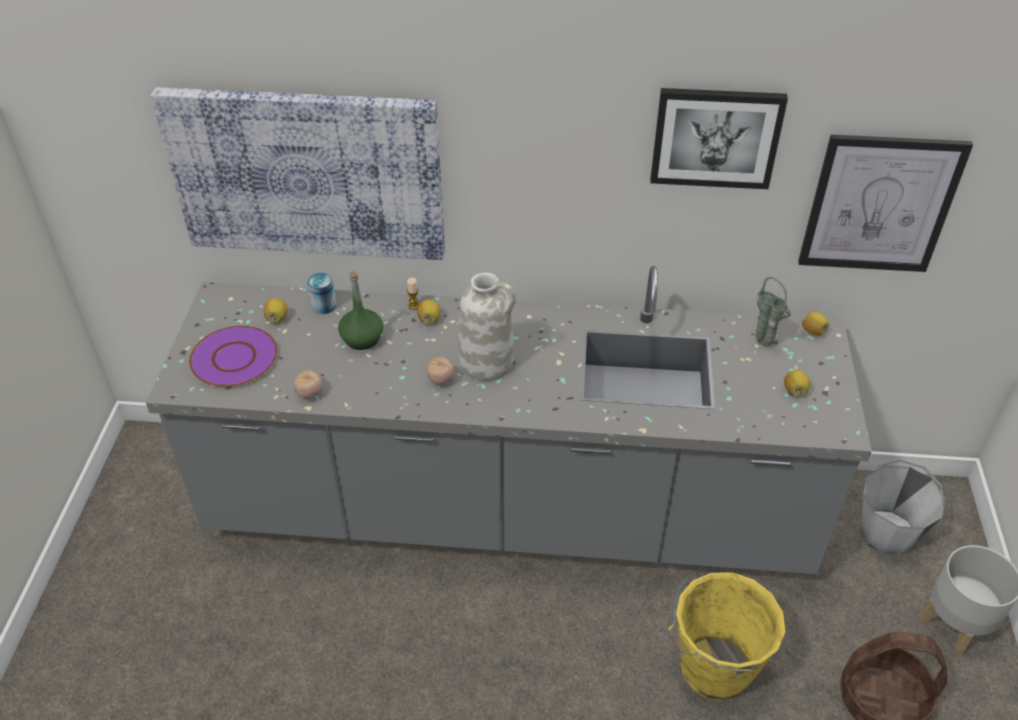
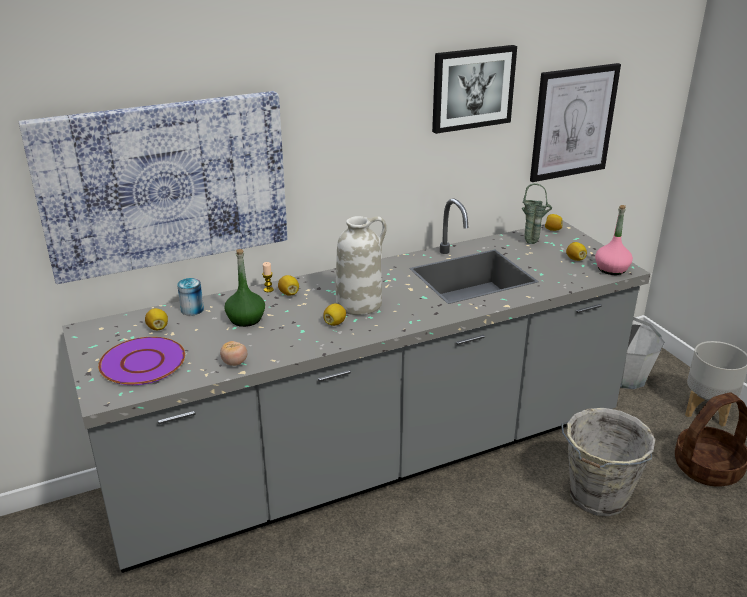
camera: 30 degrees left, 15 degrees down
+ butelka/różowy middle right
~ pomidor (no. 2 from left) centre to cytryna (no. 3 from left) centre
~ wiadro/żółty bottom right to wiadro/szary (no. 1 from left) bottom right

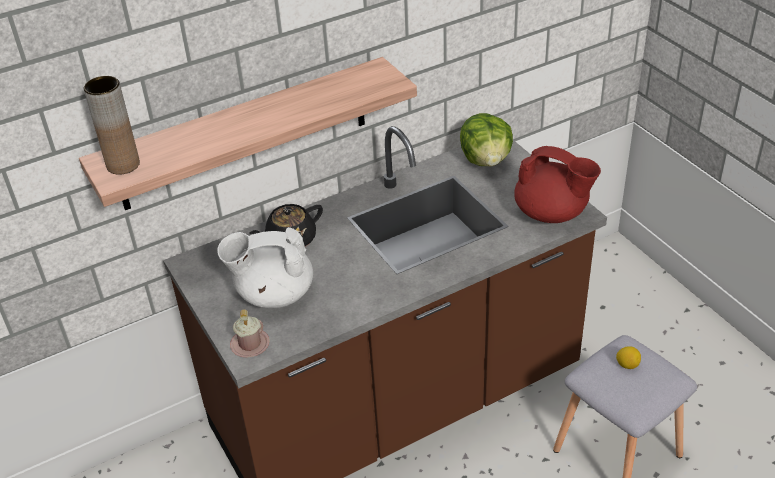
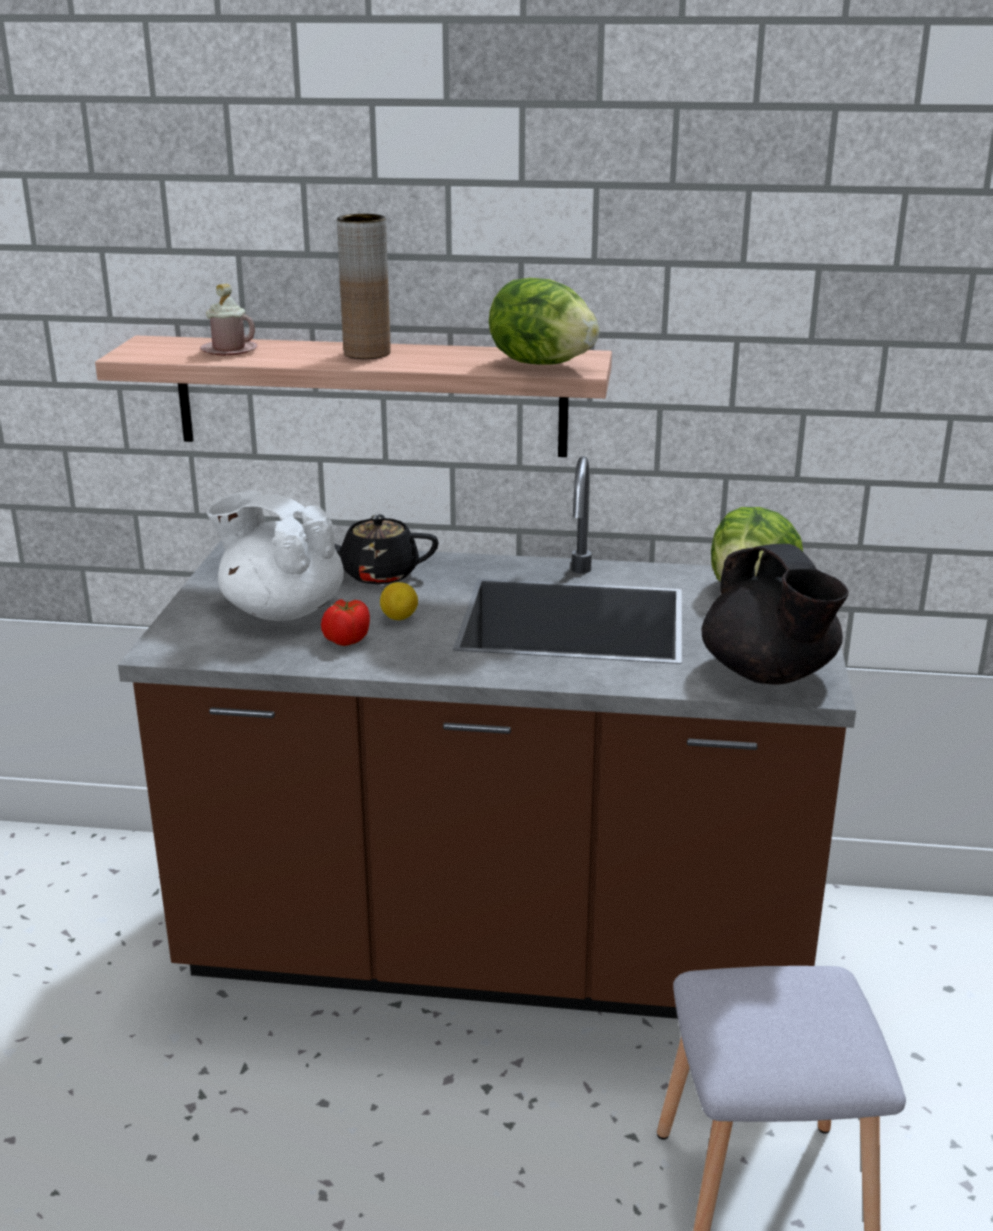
camera: 35 degrees right, 15 degrees down
+ pomidor centre
+ sałata (no. 1 from left) top centre
~ wazon/brązowy top left to top centre
~ kubek/różowy bottom left to top left
~ cytryna bottom right to centre
~ imbryk/czerwony middle right to imbryk/czarny (no. 2 from left) middle right

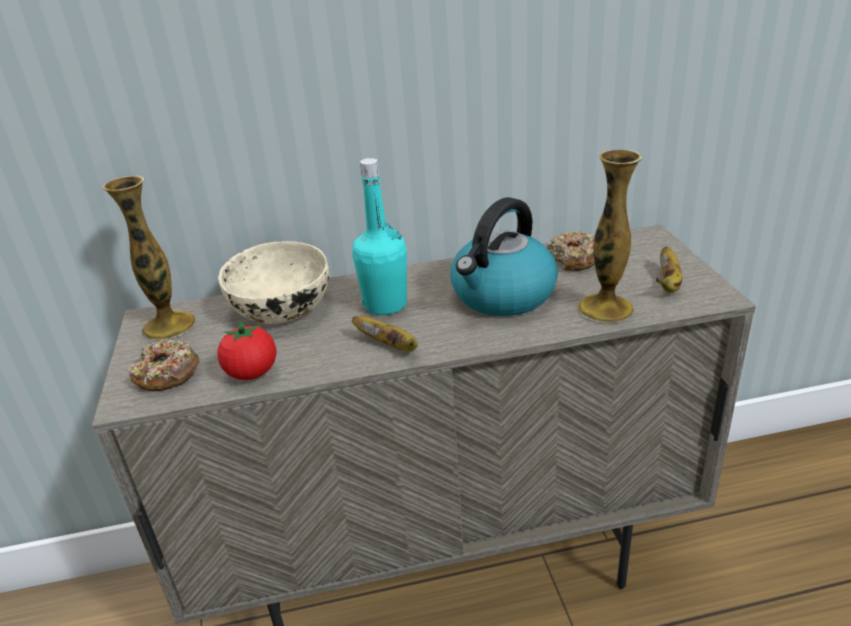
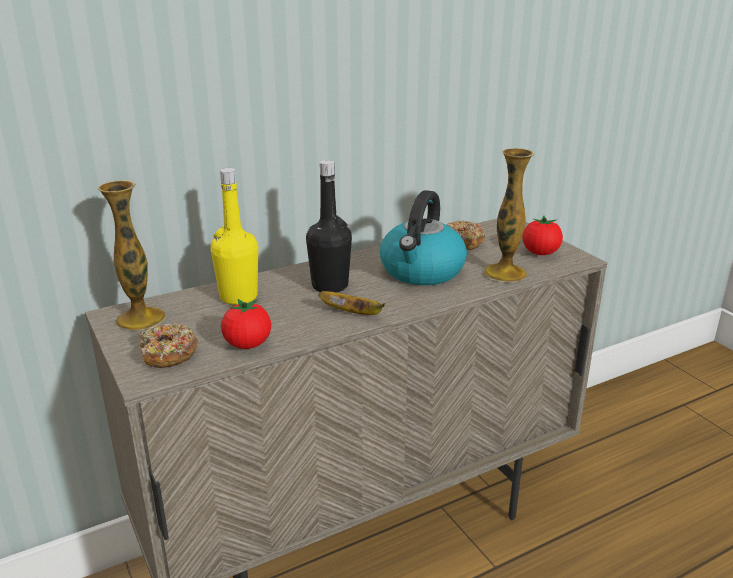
camera: 20 degrees left, 5 degrees down
~ miska/beżowy middle left to butelka/żółty middle left
~ banan (no. 2 from left) middle right to pomidor (no. 2 from left) middle right
~ butelka/turkusowy centre to butelka/czarny centre

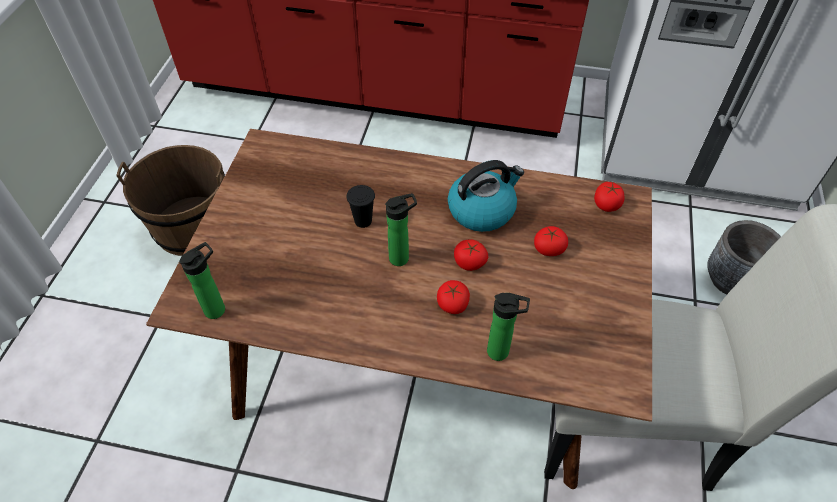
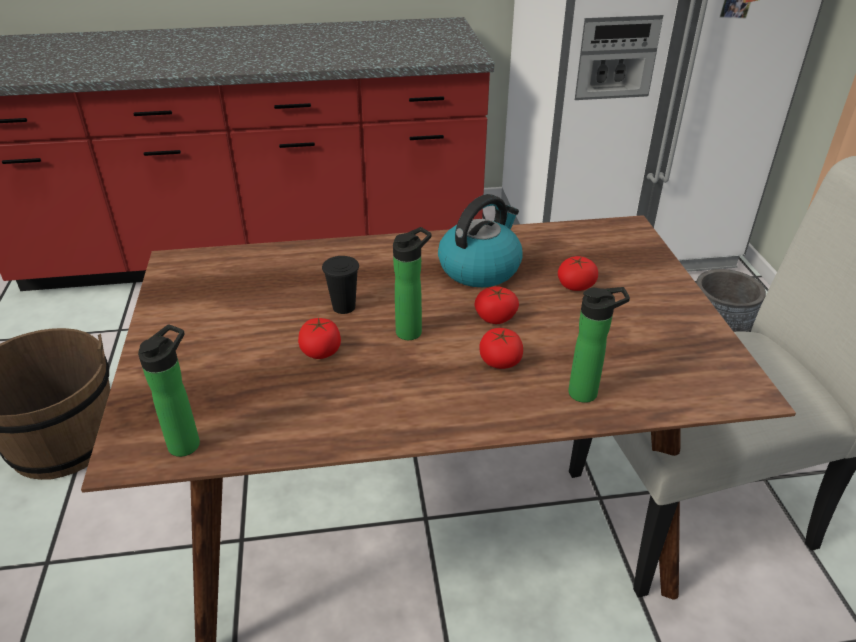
camera: 20 degrees left, 15 degrees down
~ pomidor (no. 4 from left in the first image) middle right to pomidor (no. 1 from left) centre

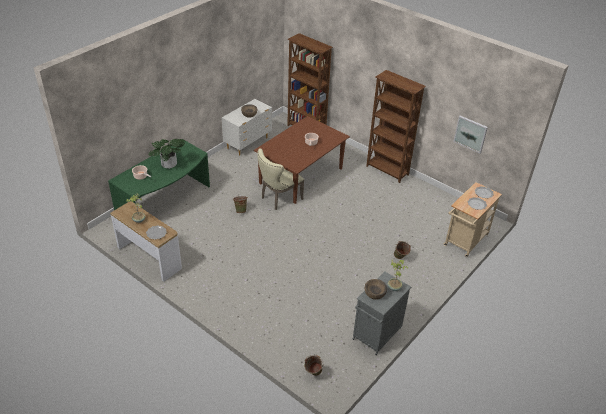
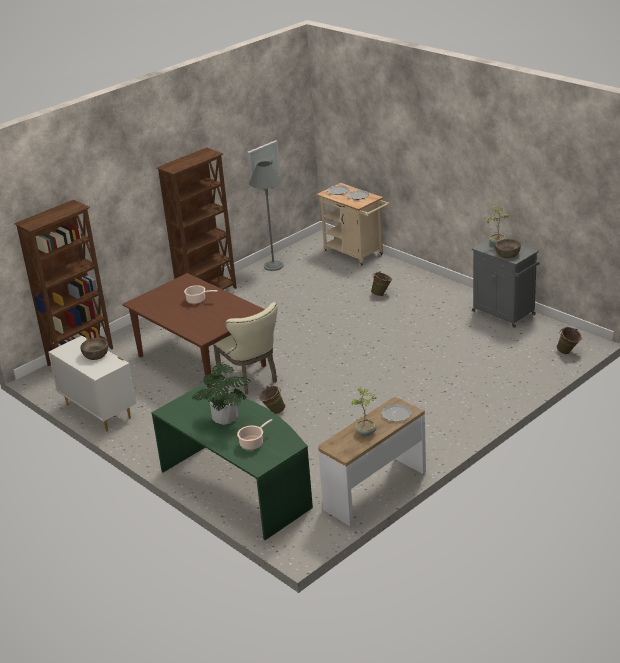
camera: 80 degrees left, 10 degrees down
+ lampa stojąca/szary top centre

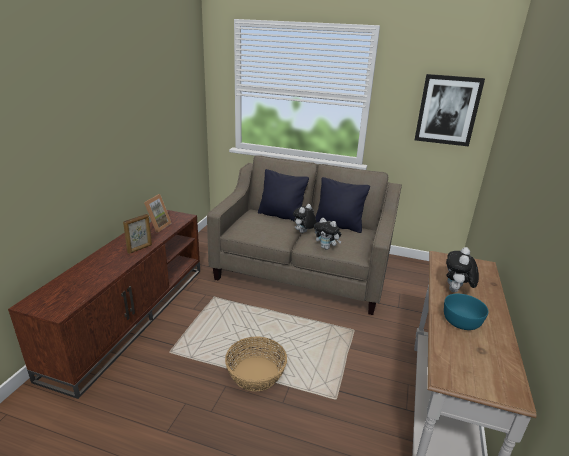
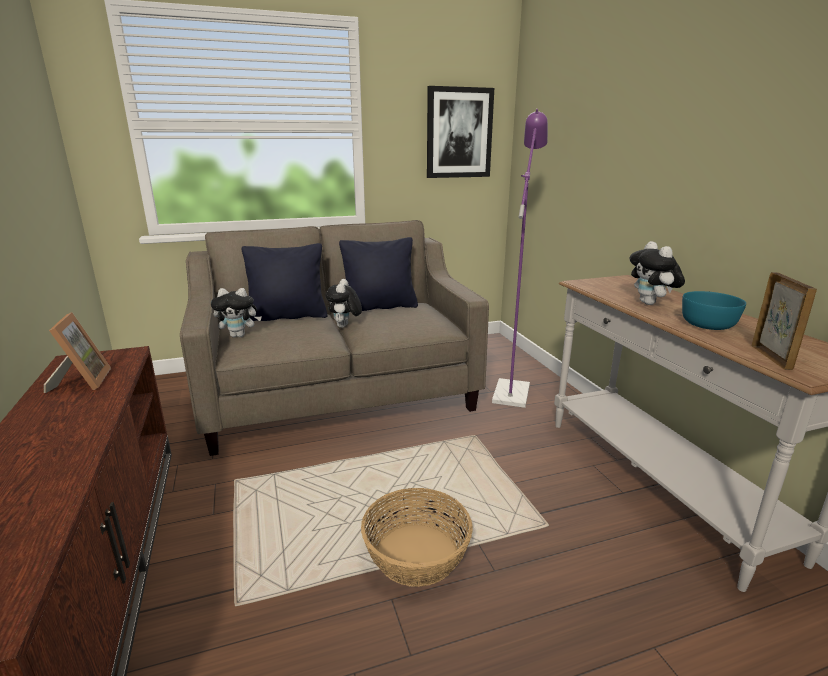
camera: 35 degrees left, 5 degrees down
+ lampa stojąca/fioletowy centre
~ ramka na zdjęcie (no. 1 from left in the first image) middle left to ramka na zdjęcie (no. 2 from left) middle right
~ pluszak (no. 2 from left in the first image) centre to pluszak (no. 1 from left) middle left

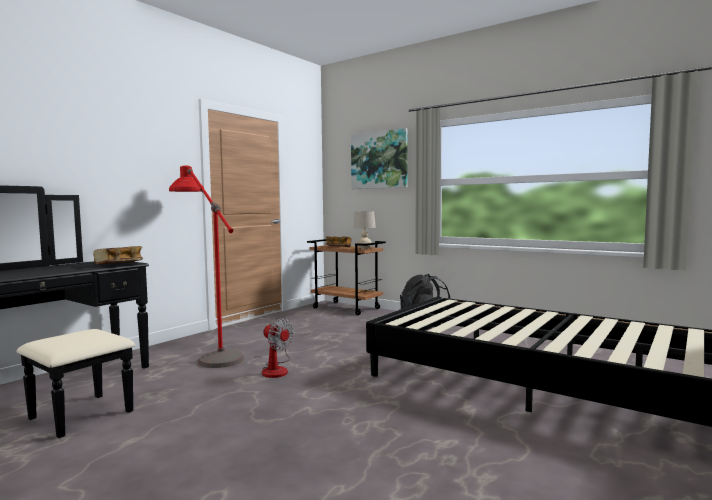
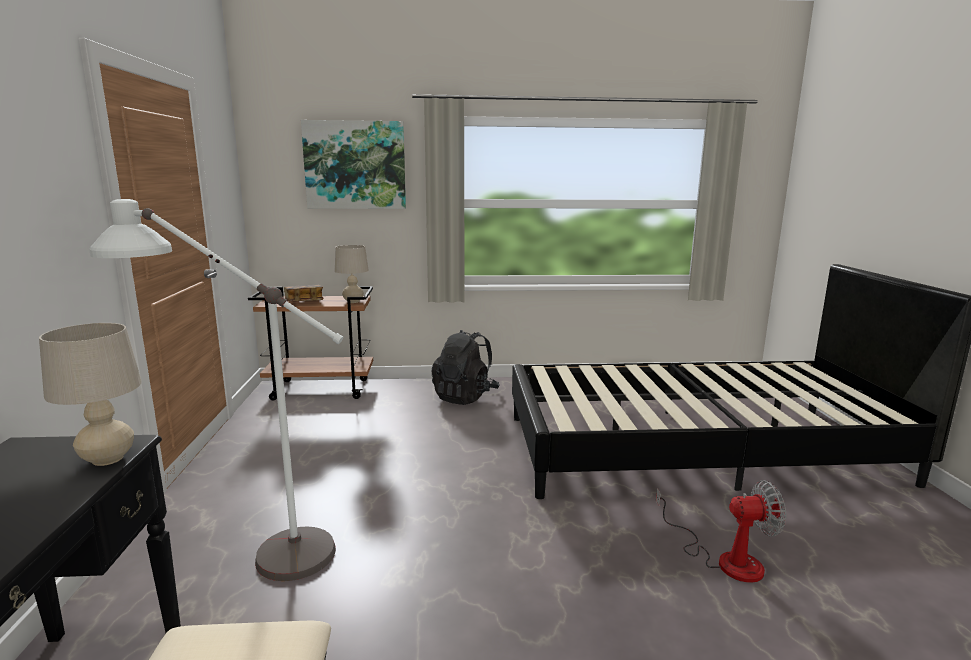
camera: 40 degrees left, 10 degrees up
~ wentylator bottom centre to bottom right
~ książka (no. 1 from left) middle left to lampa stołowa/beżowy (no. 1 from left) middle left
~ lampa stojąca/czerwony middle left to lampa stojąca/biały middle left

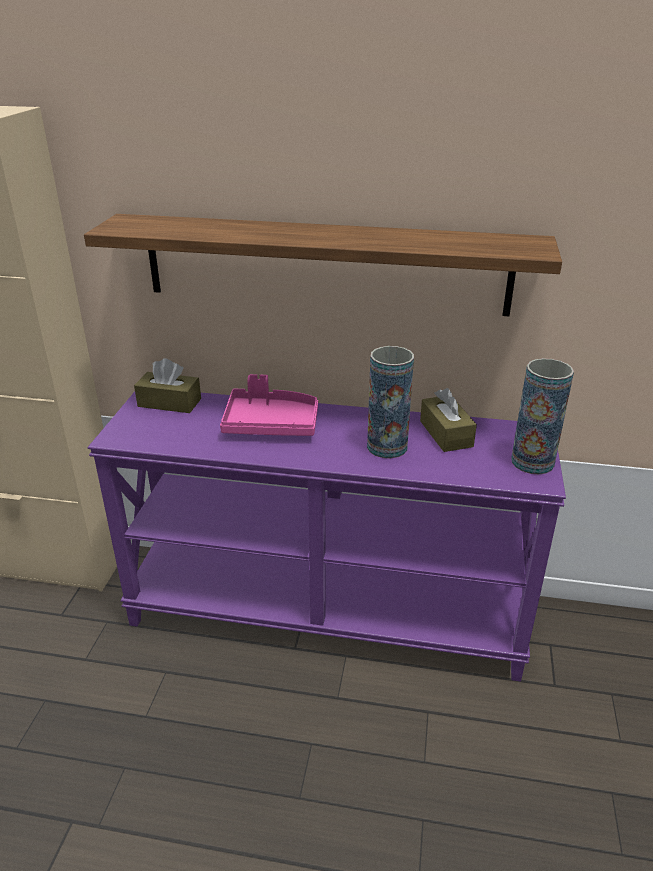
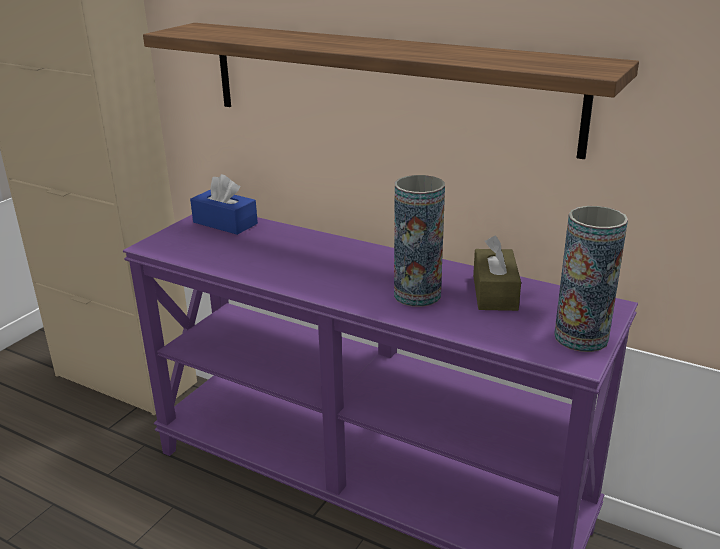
camera: 20 degrees right, 5 degrees down
- taca/różowy centre
~ pudełko chusteczek/brązowy (no. 1 from left) middle left to pudełko chusteczek/niebieski middle left

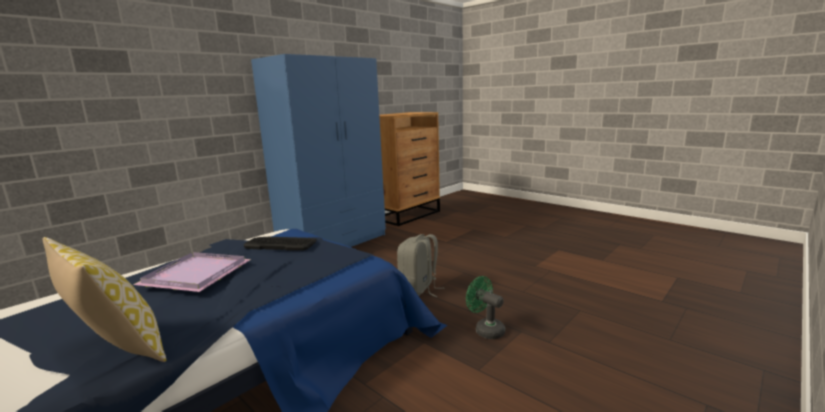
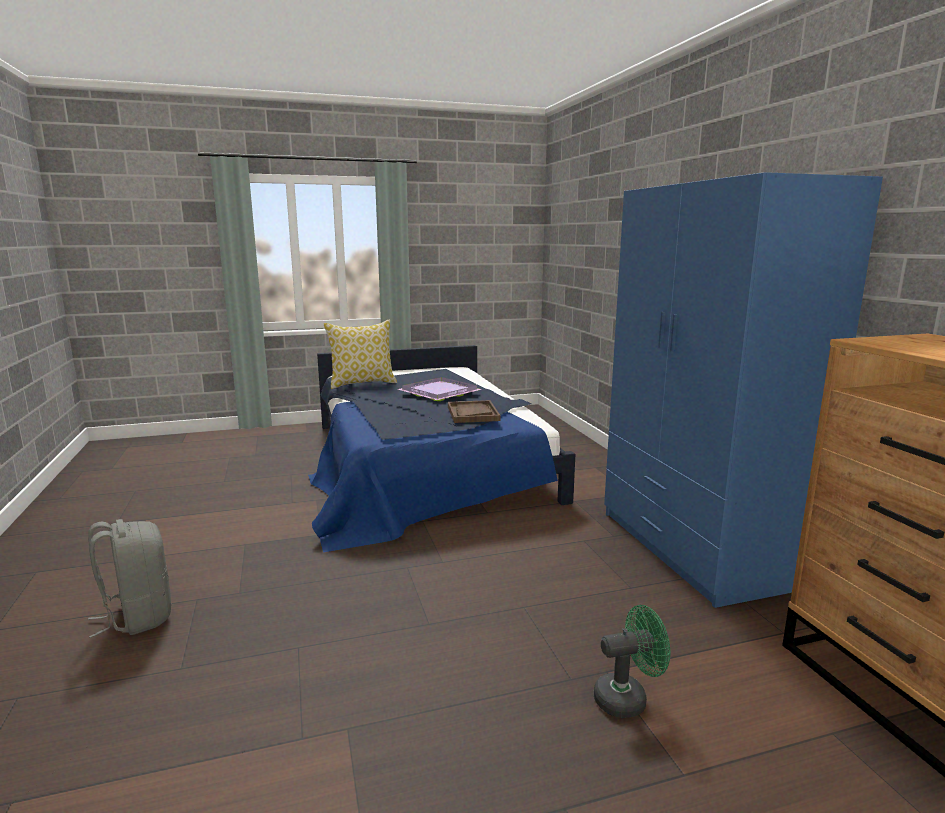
camera: 120 degrees right, 0 degrees up
~ plecak/szary centre to bottom left
~ wentylator/zielony bottom centre to bottom right
~ klawiatura centre to taca/brązowy centre

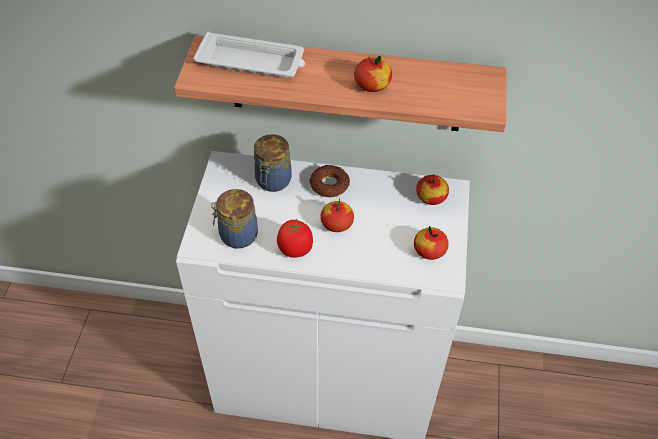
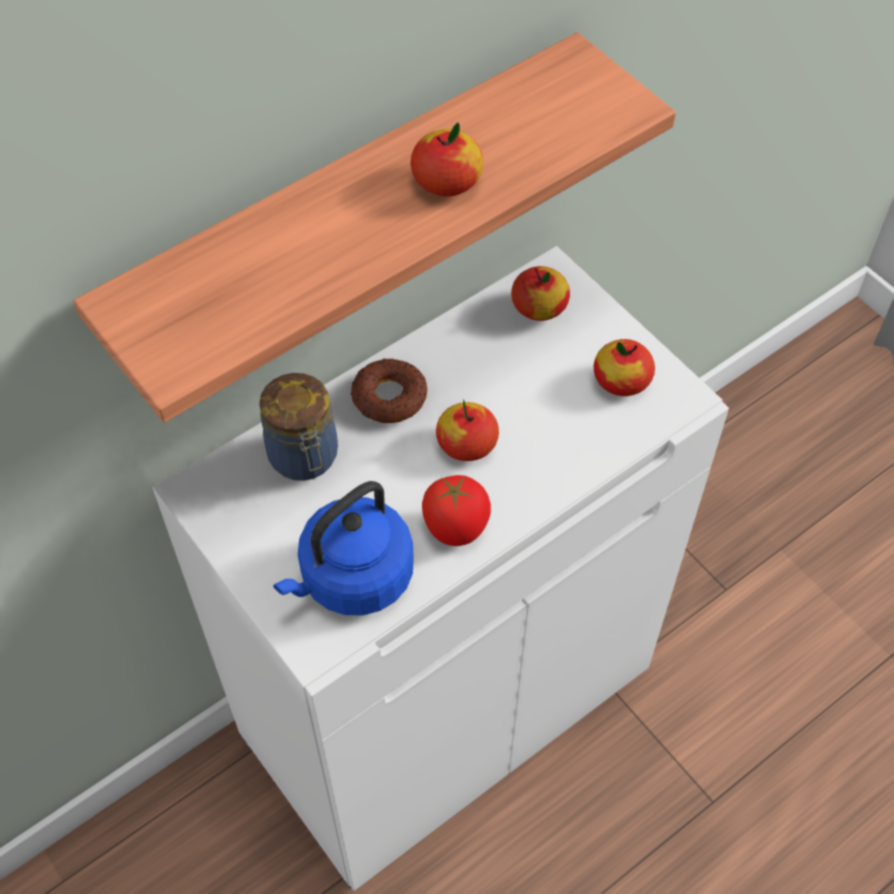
camera: 45 degrees left, 5 degrees up
- taca/biały top centre
~ słoik (no. 1 from left) centre to czajnik/niebieski centre

